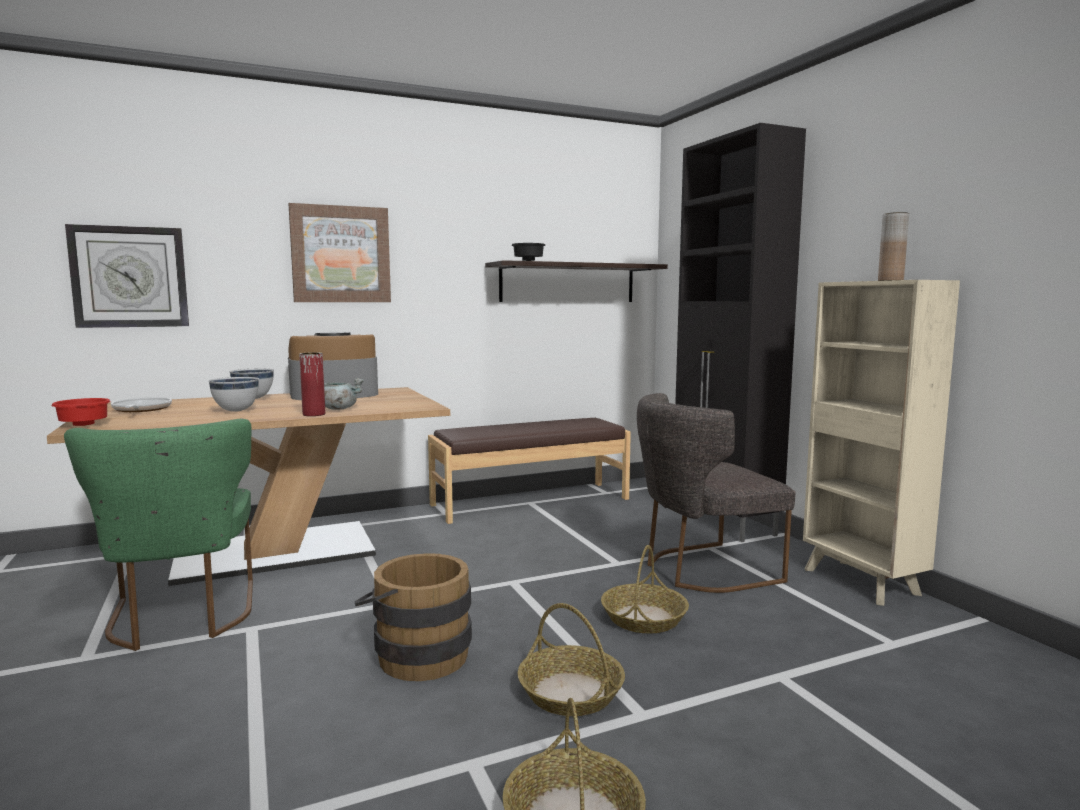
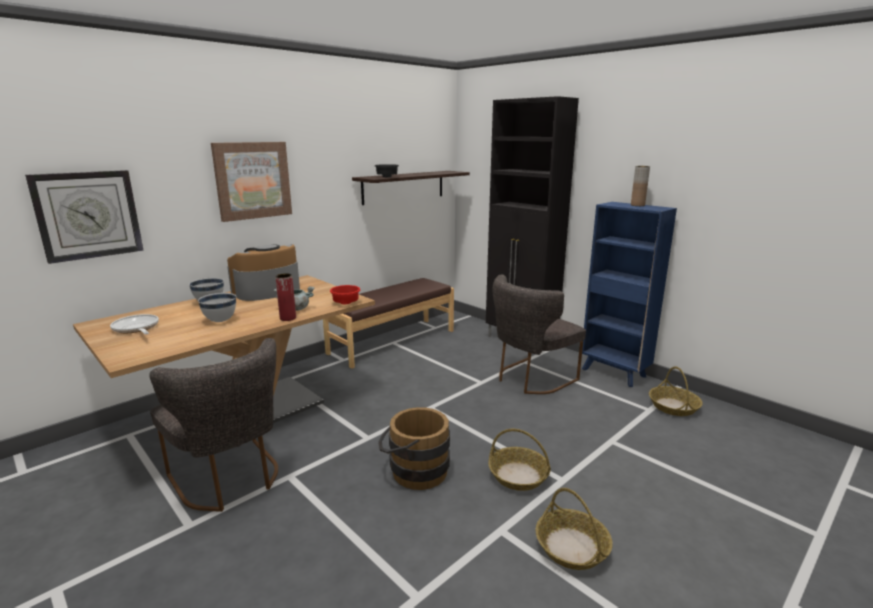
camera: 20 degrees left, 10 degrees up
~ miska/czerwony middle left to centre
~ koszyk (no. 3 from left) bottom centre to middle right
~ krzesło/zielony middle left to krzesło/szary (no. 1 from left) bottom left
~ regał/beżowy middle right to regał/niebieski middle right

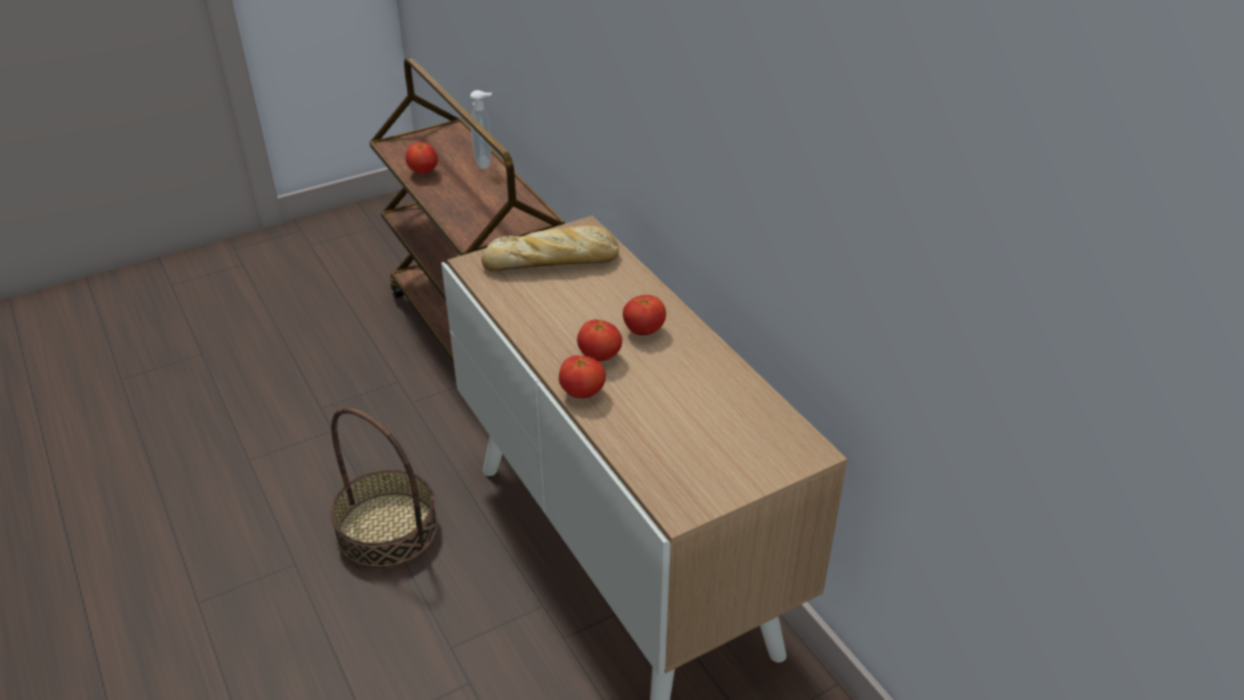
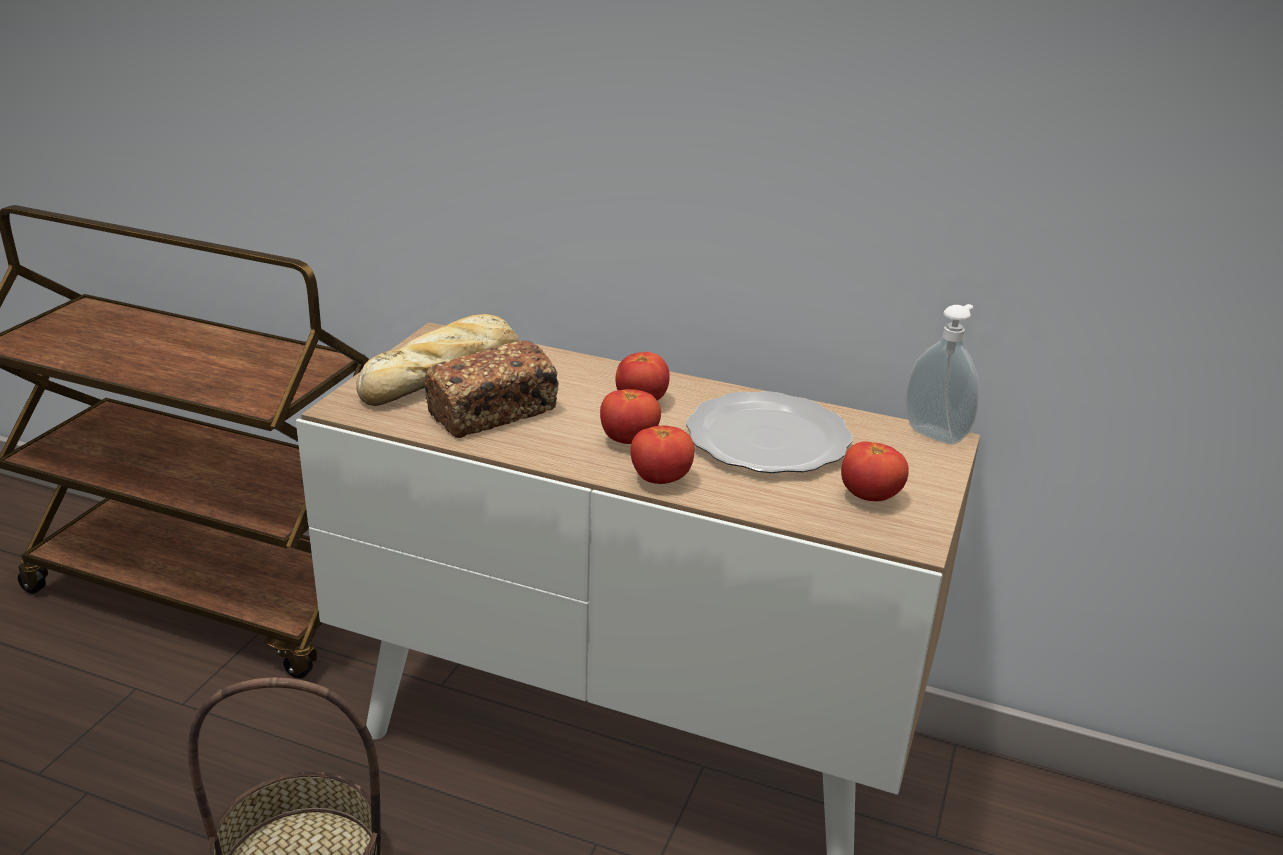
camera: 40 degrees left, 10 degrees down
+ chleb (no. 2 from left) centre
+ talerz centre
~ pomidor (no. 1 from left in the first image) top centre to pomidor (no. 4 from left) middle right
~ dozownik mydła top centre to middle right

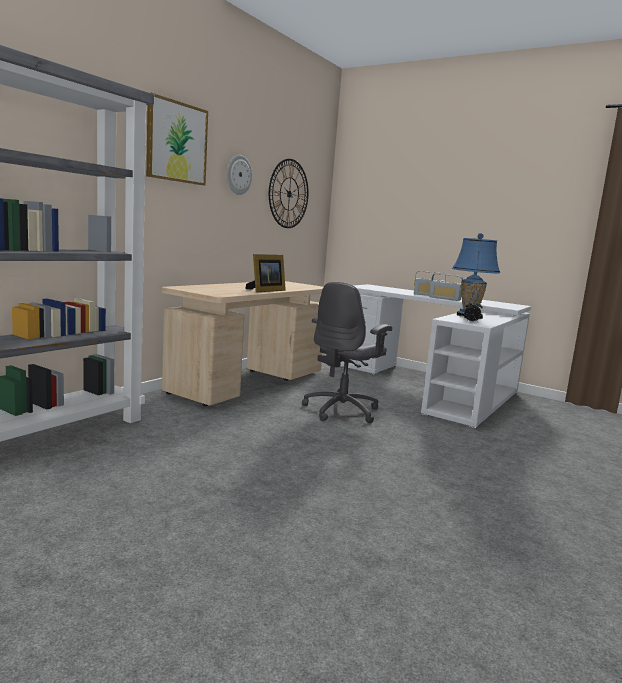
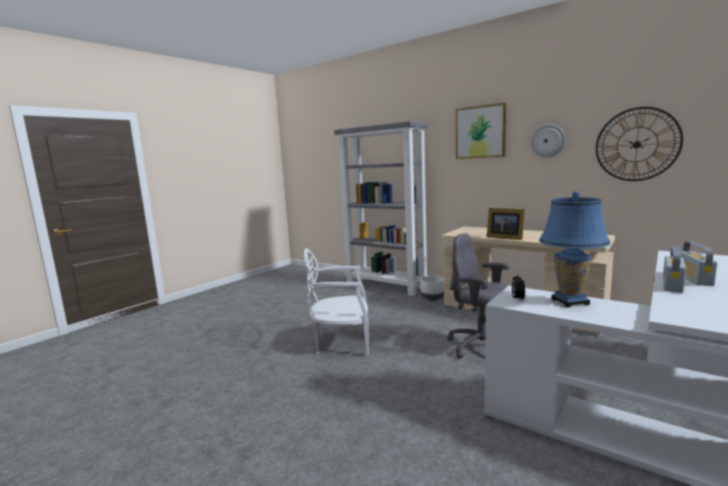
camera: 95 degrees right, 0 degrees up
+ krzesło/biały centre
+ donica/biały centre

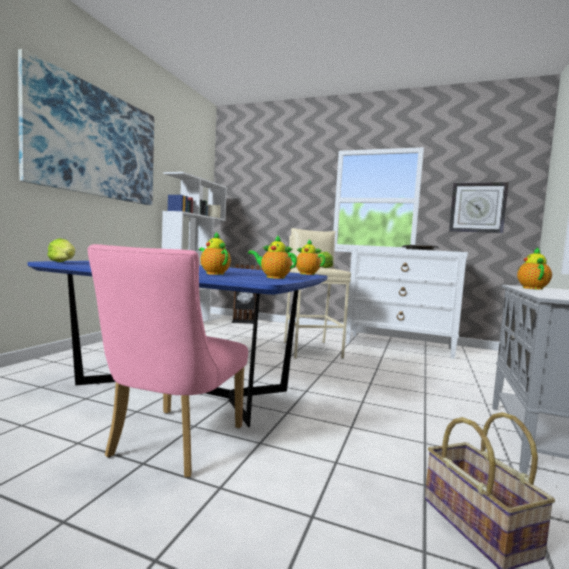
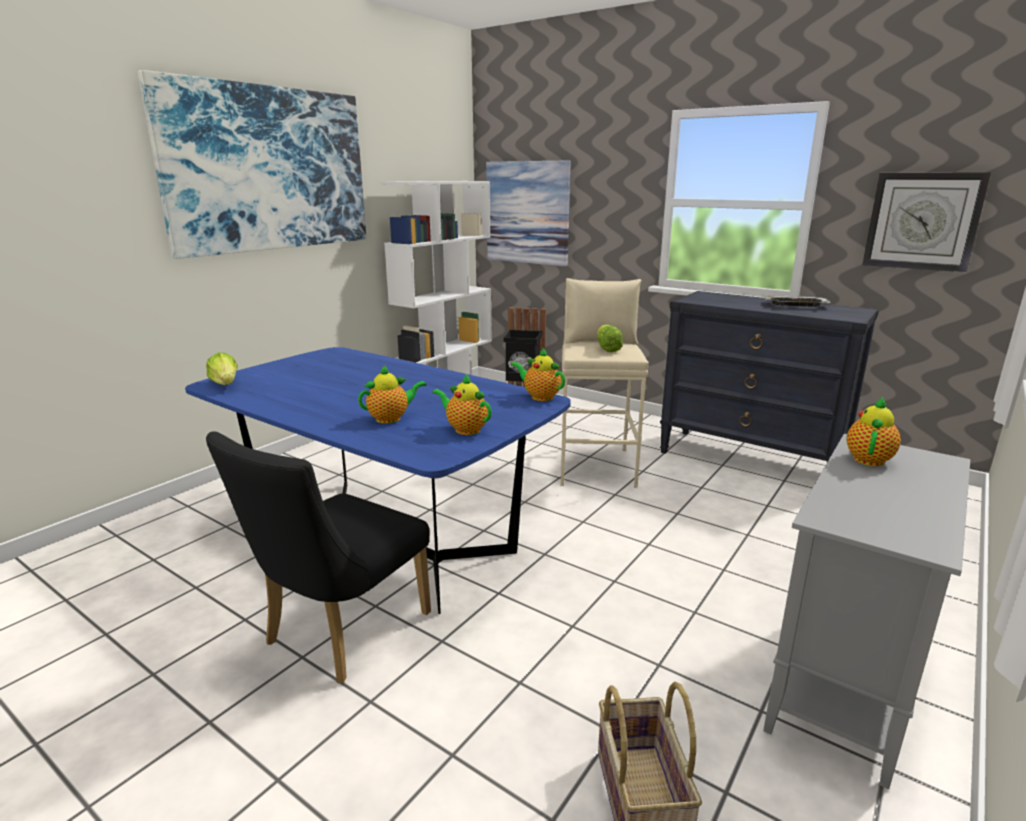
camera: 15 degrees right, 15 degrees up
+ obraz (no. 2 from left) top centre
~ krzesło/różowy middle left to krzesło/czarny bottom left
~ komoda/biały middle right to komoda/czarny middle right
~ imbryk (no. 1 from left) centre = centre 90 degrees clockwise

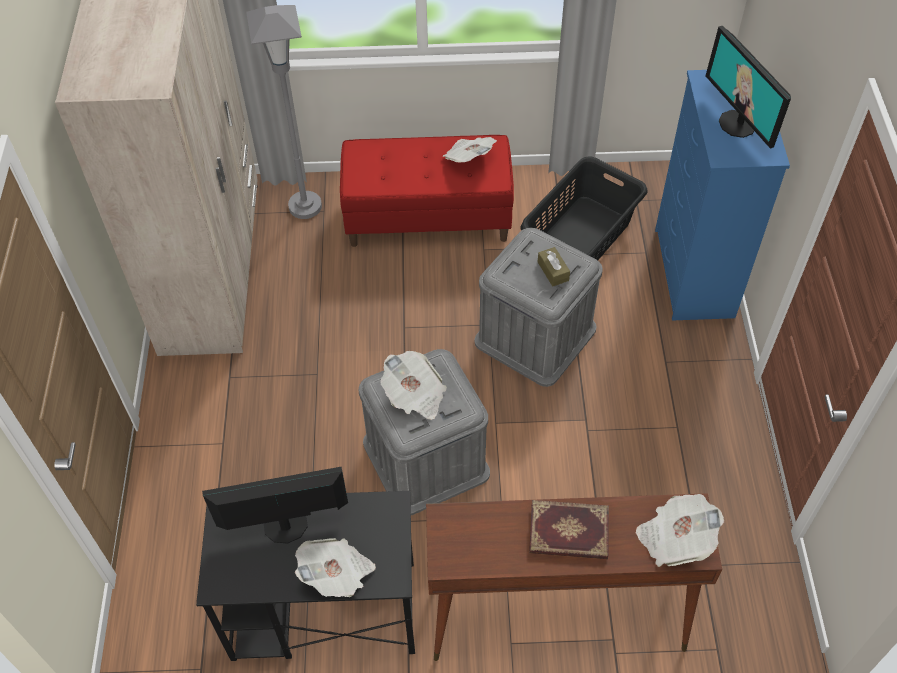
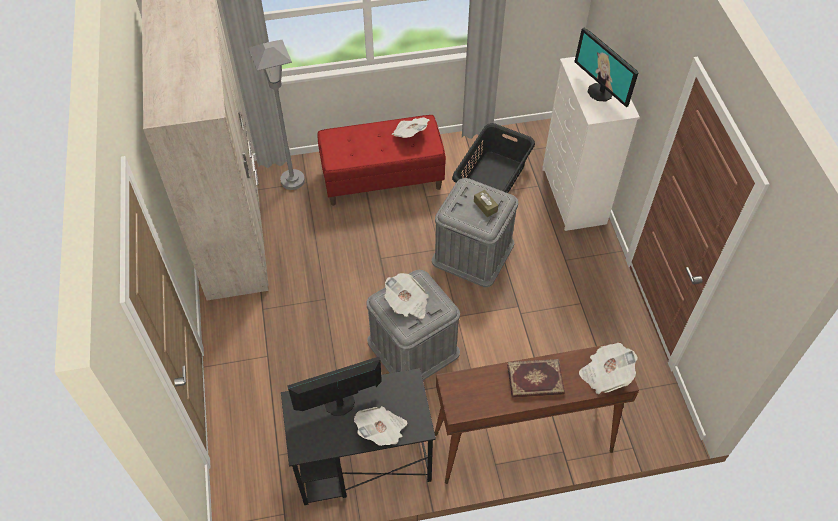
camera: 10 degrees left, 0 degrees up
~ komoda/niebieski top right to komoda/biały top right

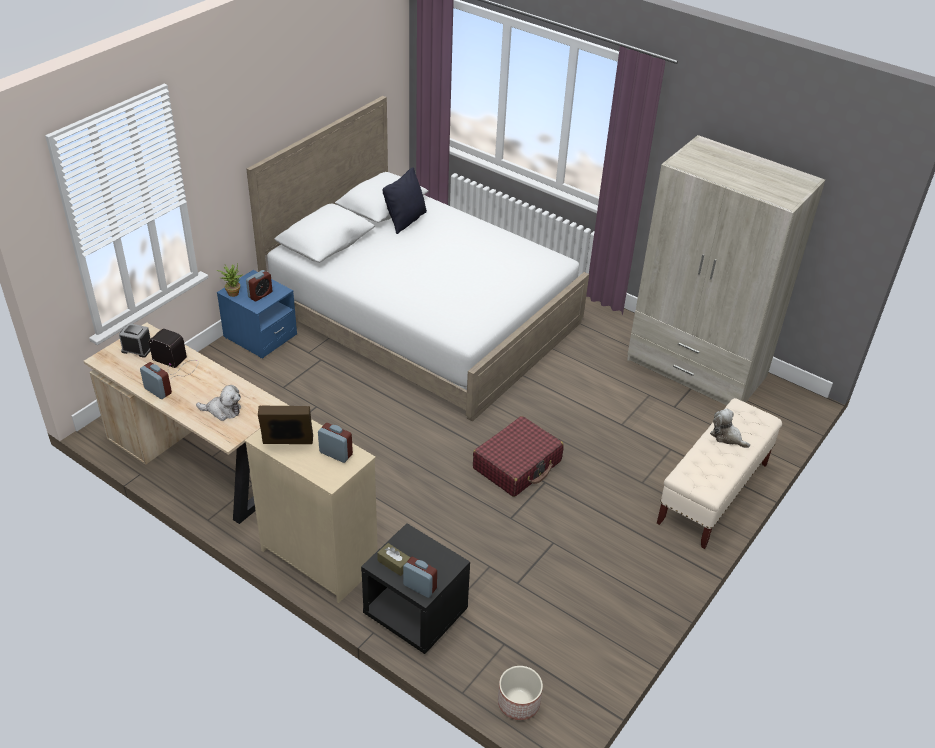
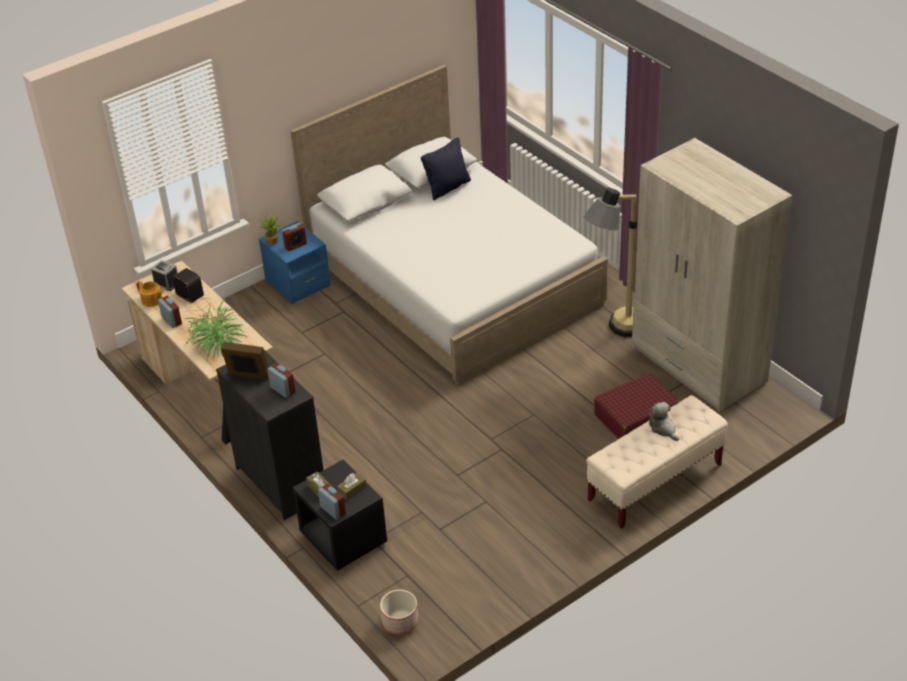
camera: 20 degrees right, 0 degrees up
+ imbryk middle left
+ pudełko chusteczek/brązowy (no. 2 from left) bottom centre
+ lampa stojąca middle right
~ walizka/czerwony centre to middle right
~ pluszak (no. 1 from left) middle left to roślina doniczkowa (no. 1 from left) middle left
~ komoda/beżowy bottom left to komoda/czarny middle left

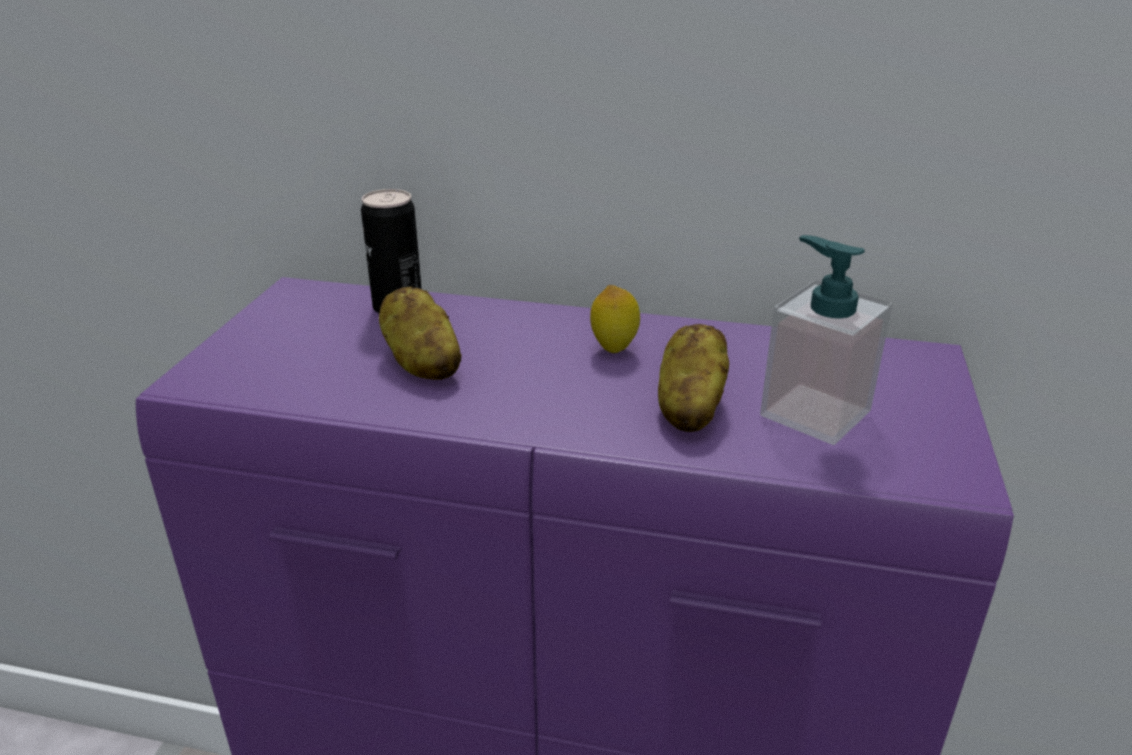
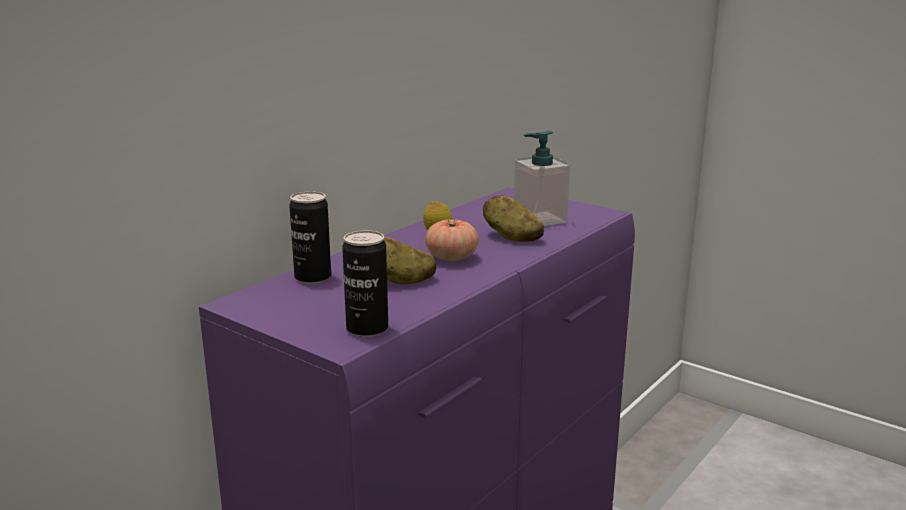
camera: 65 degrees left, 10 degrees down
+ puszka (no. 2 from left) centre
+ pomidor centre

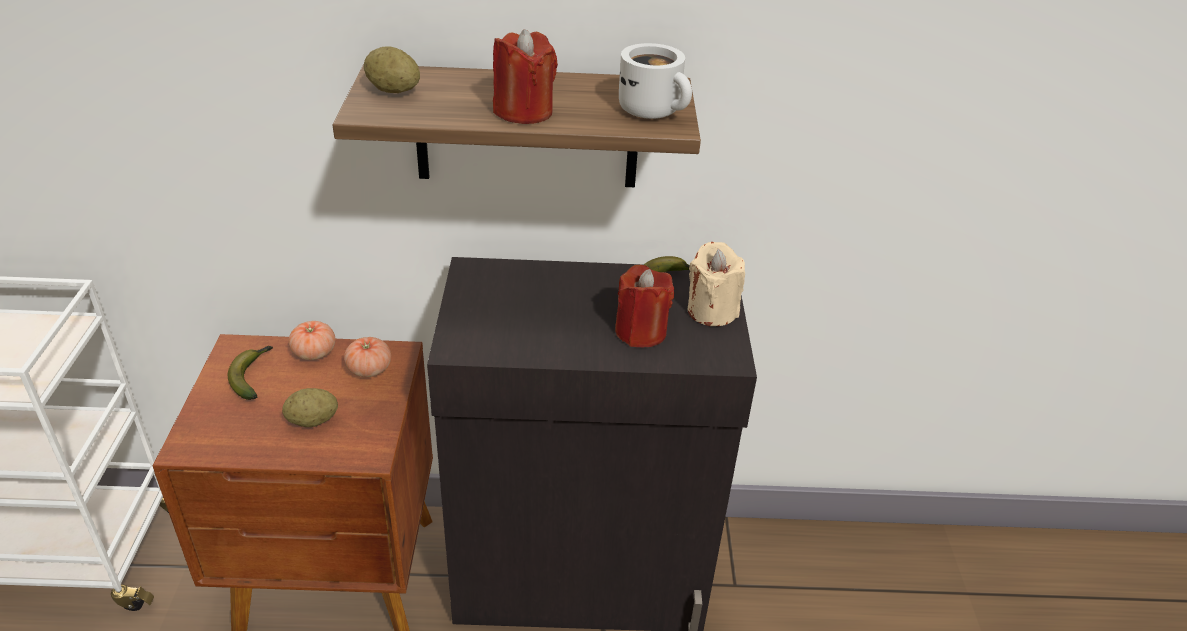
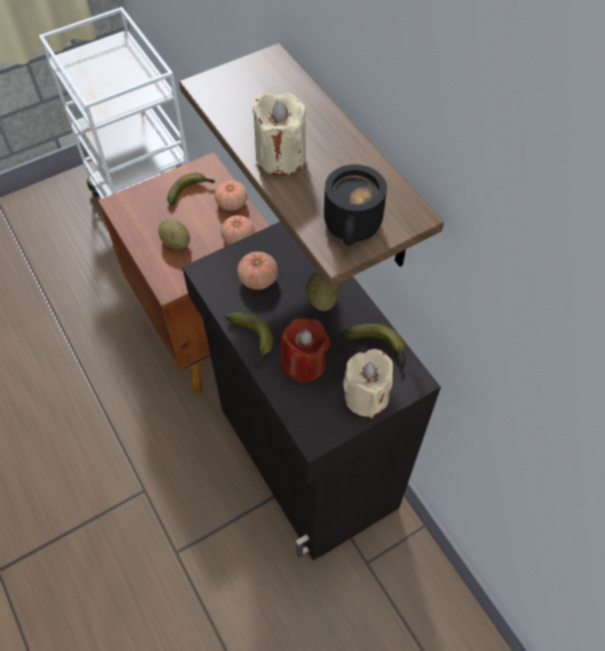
camera: 60 degrees right, 20 degrees up
+ banan (no. 2 from left) centre
+ pomidor (no. 3 from left) centre
~ ziemniak (no. 2 from left) top left to centre
~ świeca/czerwony (no. 1 from left) top centre to świeca/beżowy (no. 1 from left) top centre
~ kubek/biały top centre to kubek/czarny top centre

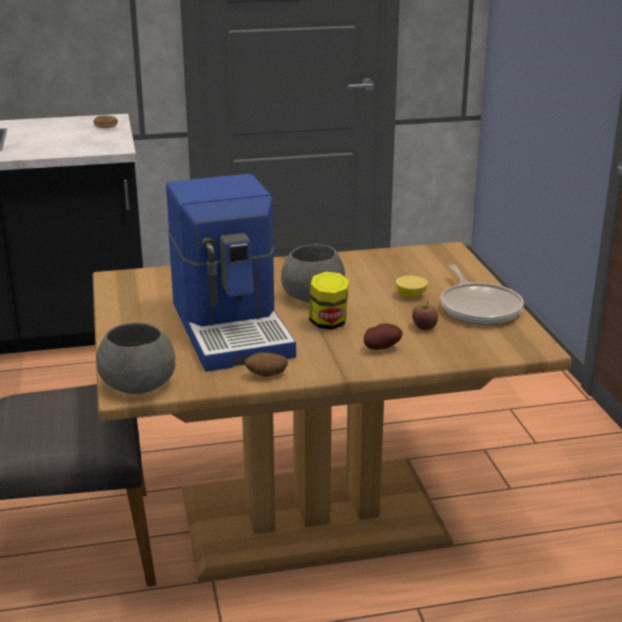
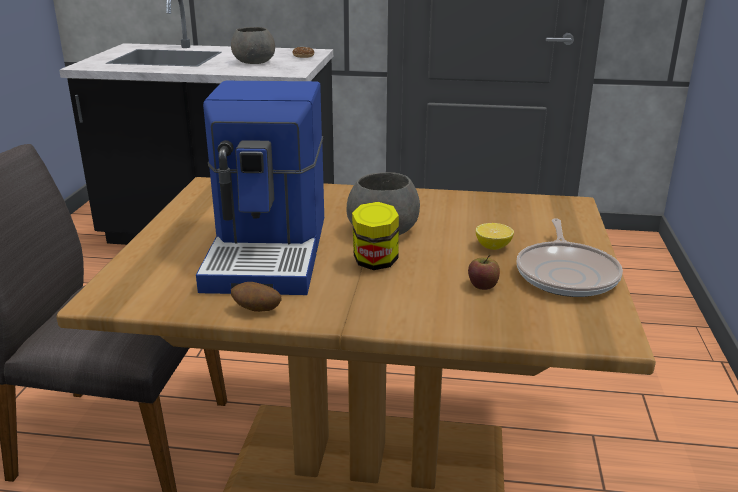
camera: 20 degrees right, 0 degrees up
- ziemniak (no. 2 from left) centre
~ miska/szary (no. 1 from left) middle left to top centre

